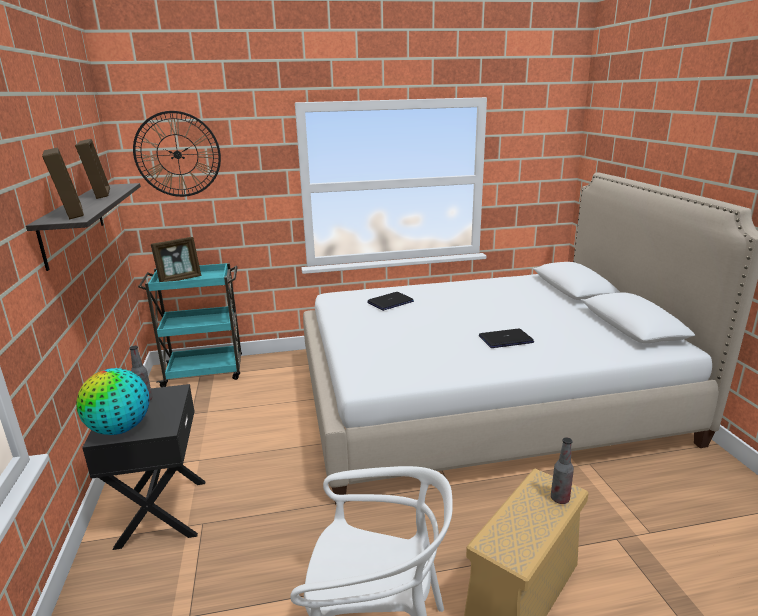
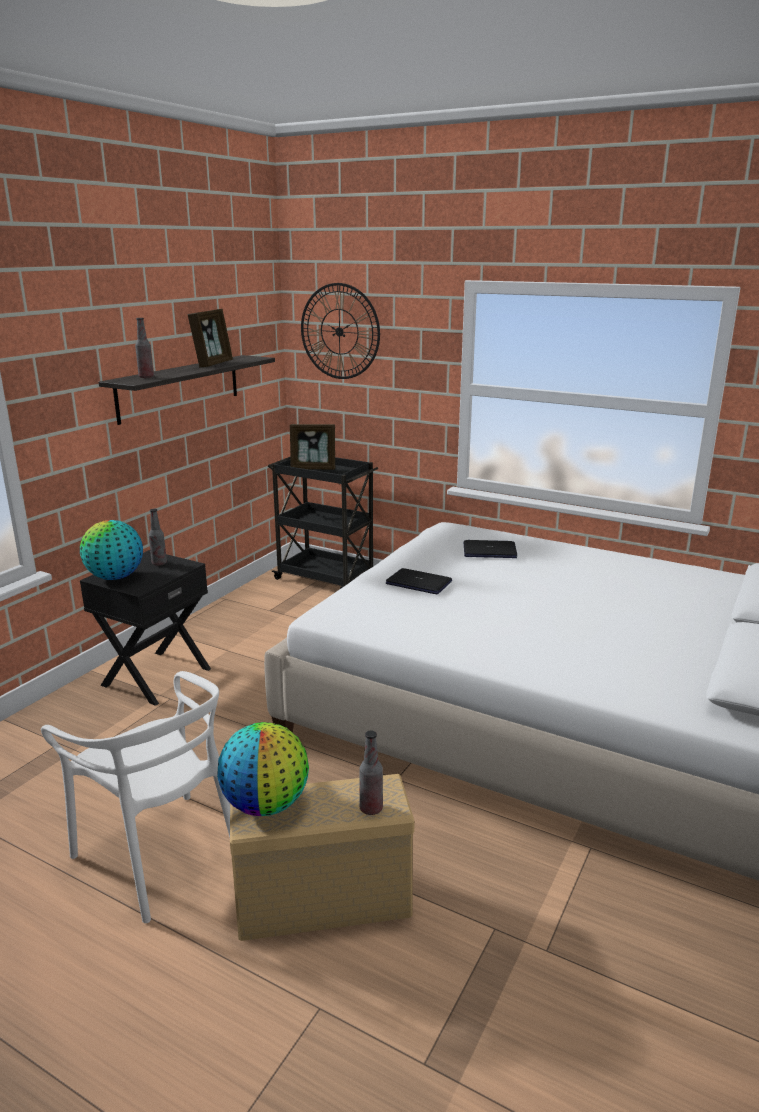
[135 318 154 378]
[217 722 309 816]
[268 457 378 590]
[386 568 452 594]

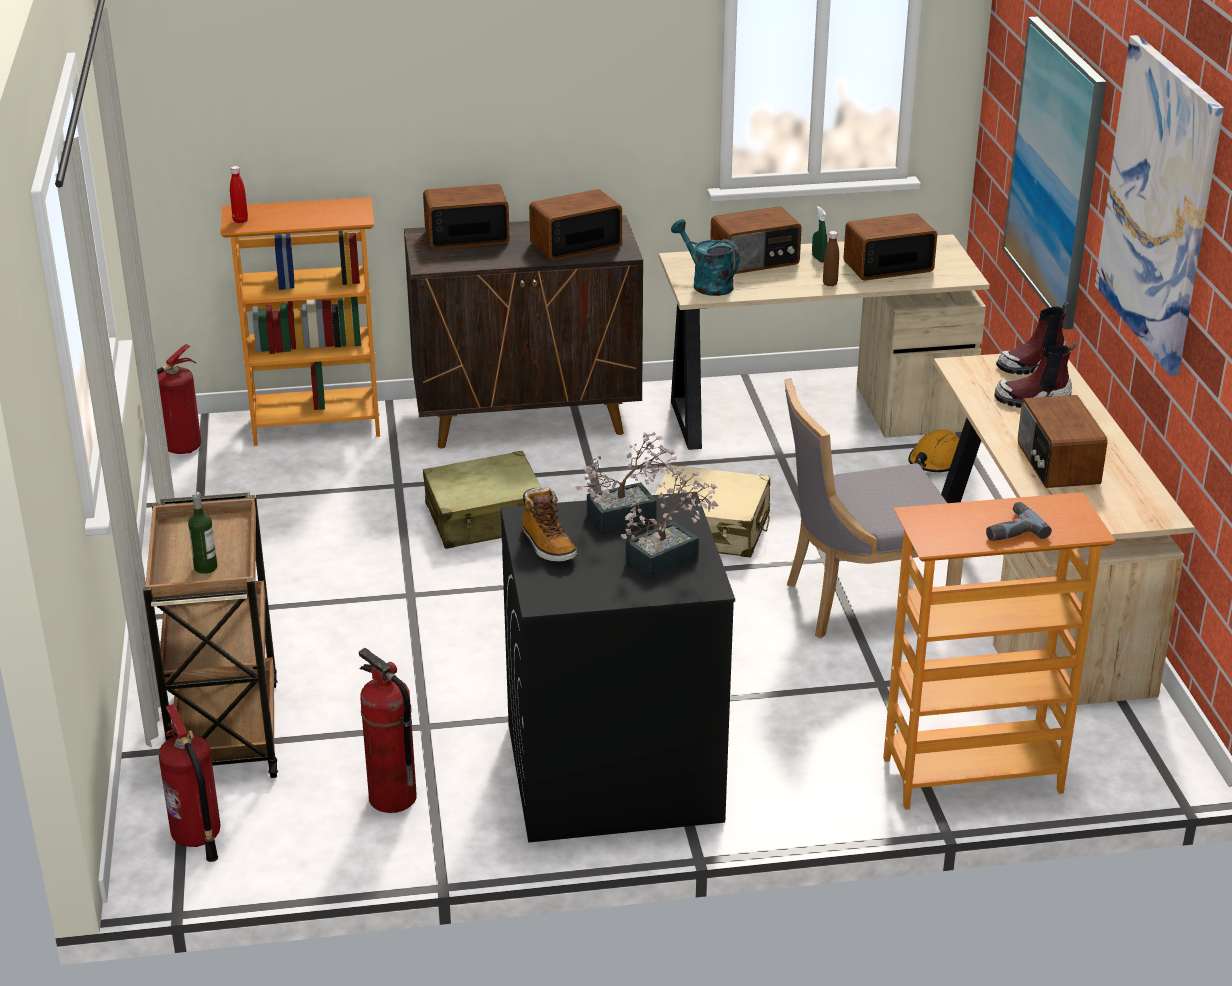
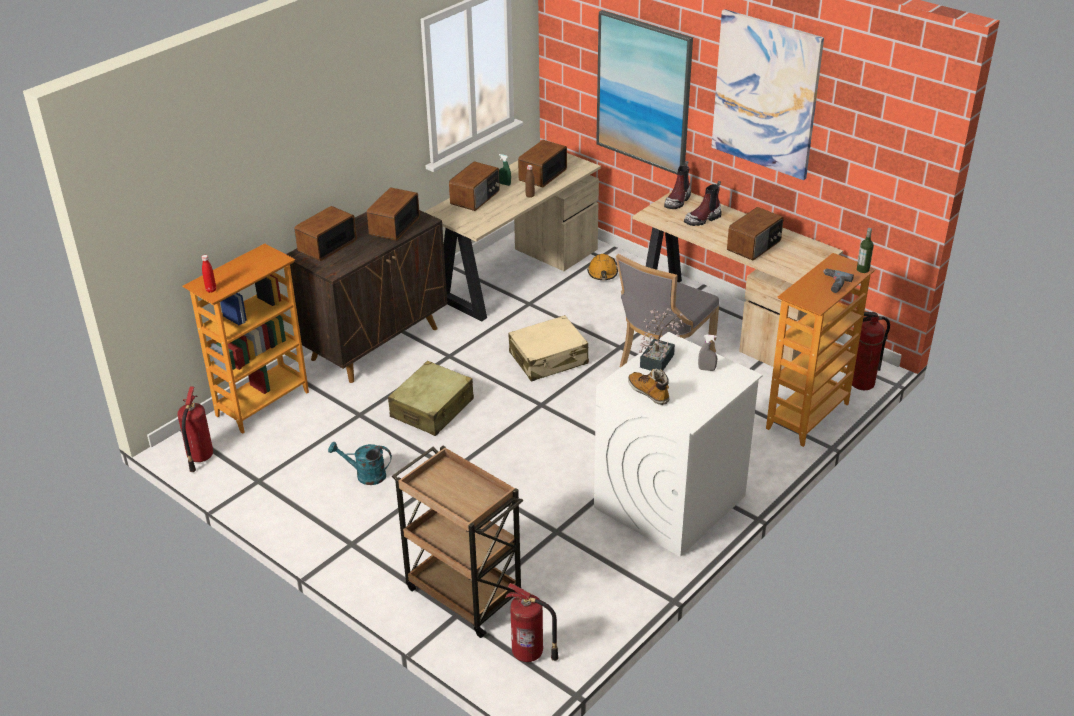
[328 441 392 485]
[594 332 763 557]
[628 369 669 405]
[698 335 717 371]
[727 207 784 261]
[852 311 890 390]
[857 228 874 273]

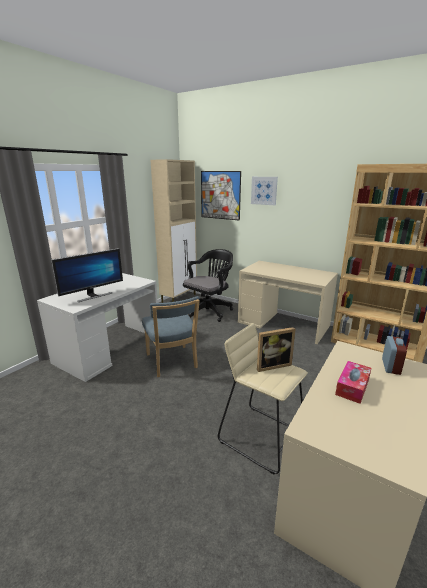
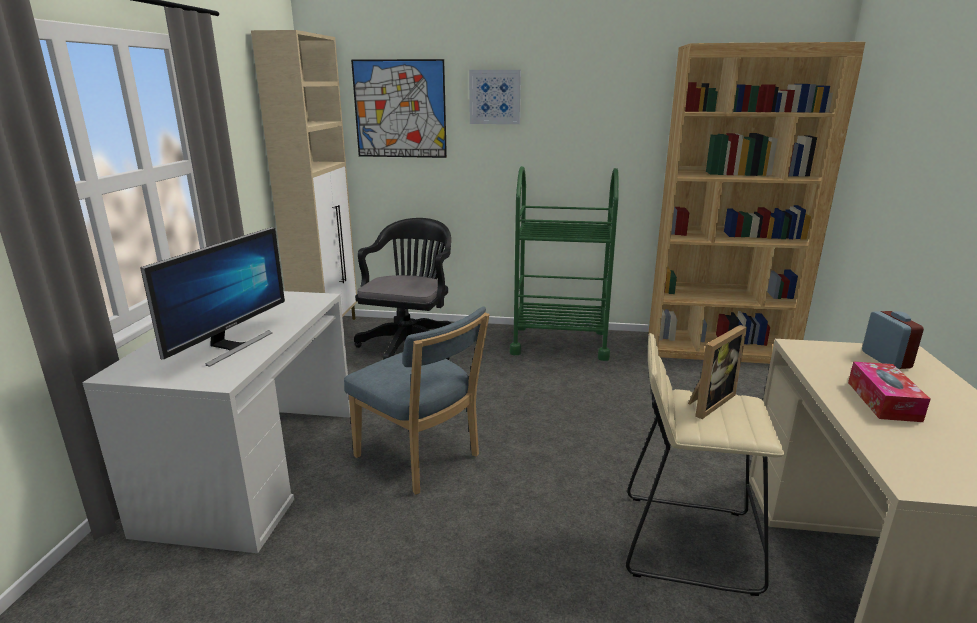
[510 166 619 361]

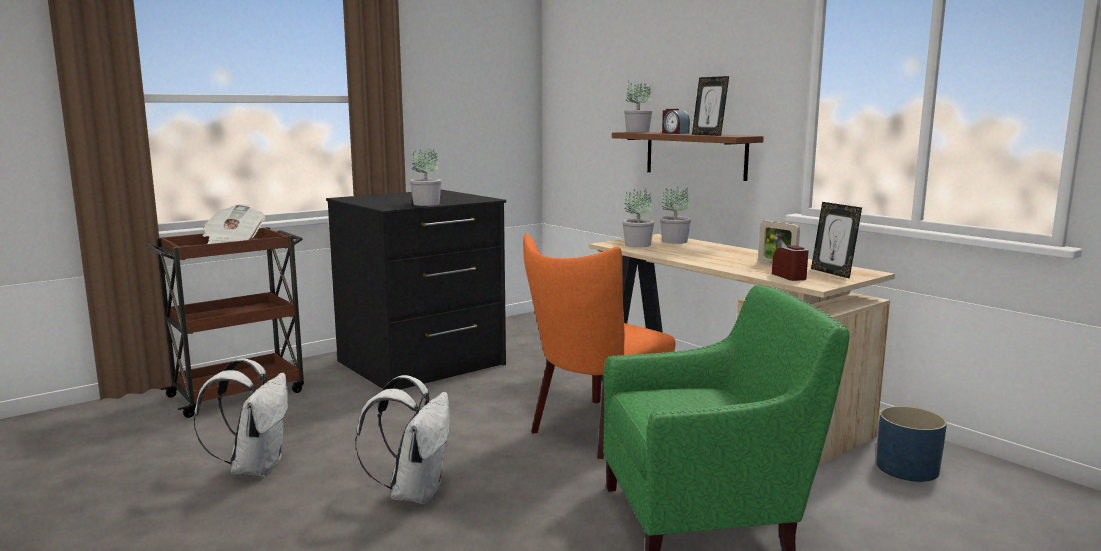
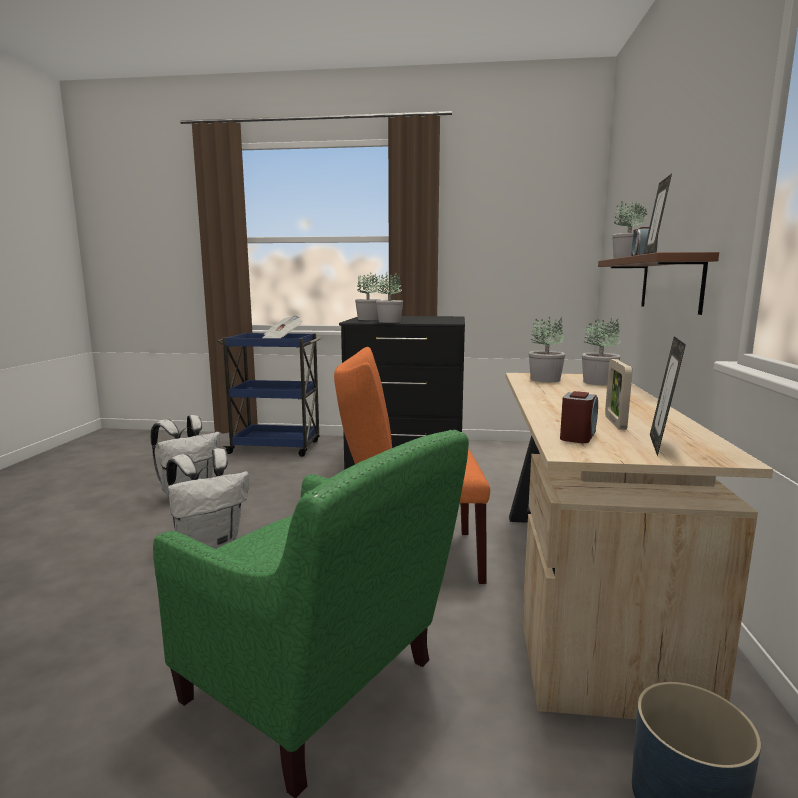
[217 333 323 457]
[355 273 380 320]

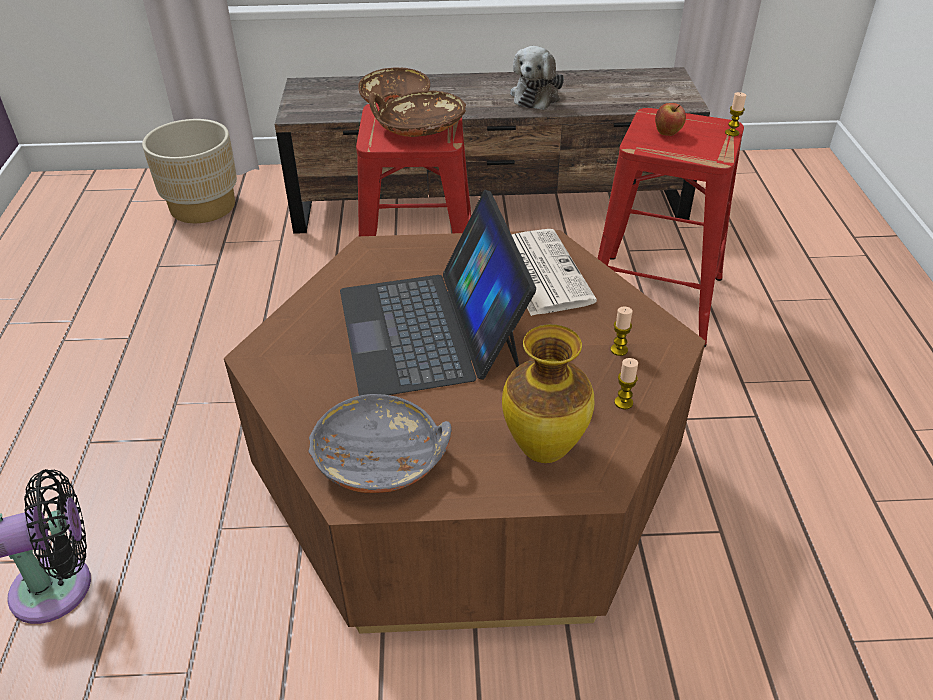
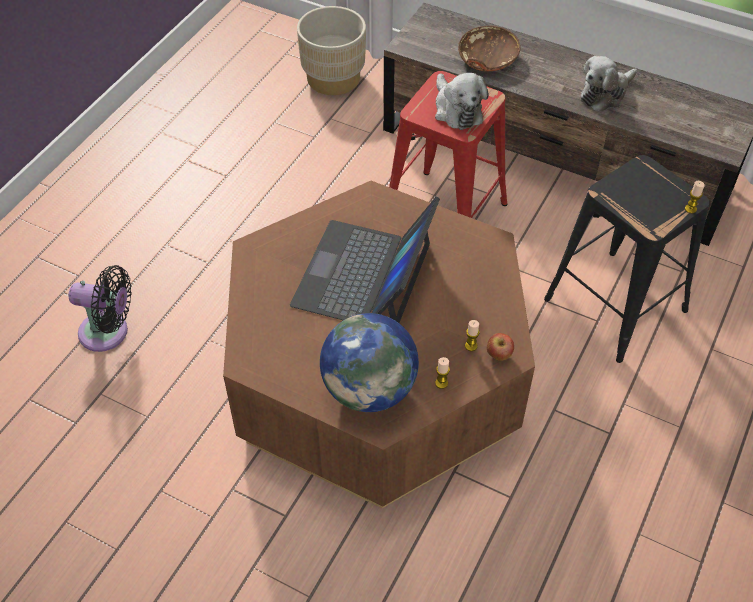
[320 313 419 412]
[435 73 489 130]
[487 333 514 361]
[544 155 710 363]
[309 394 452 493] (first image)
[511 229 597 316] (first image)

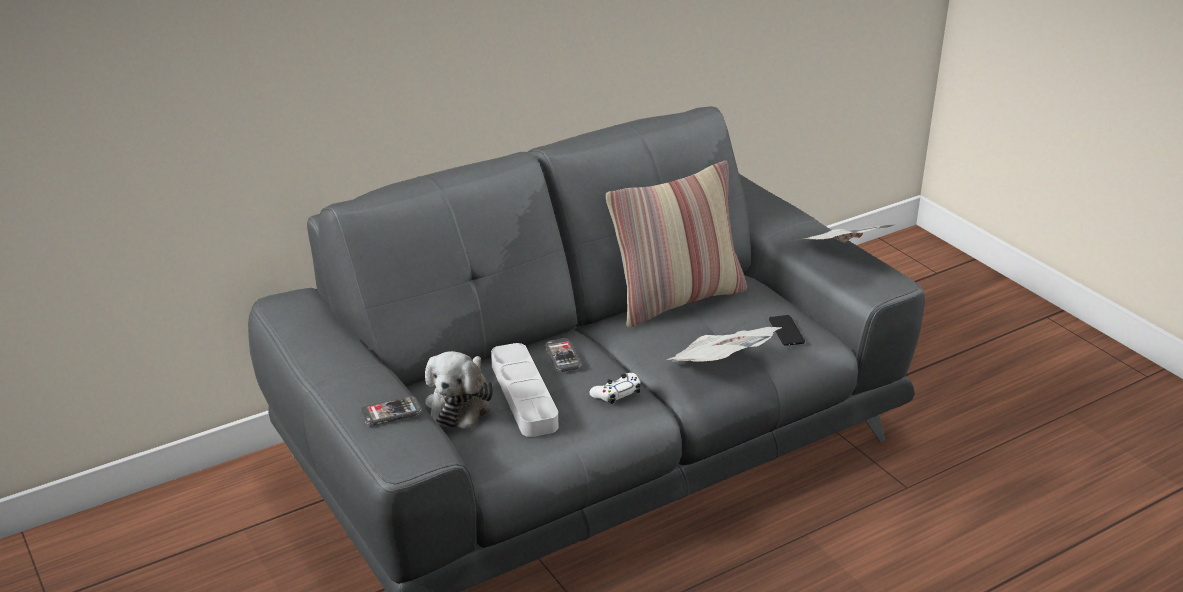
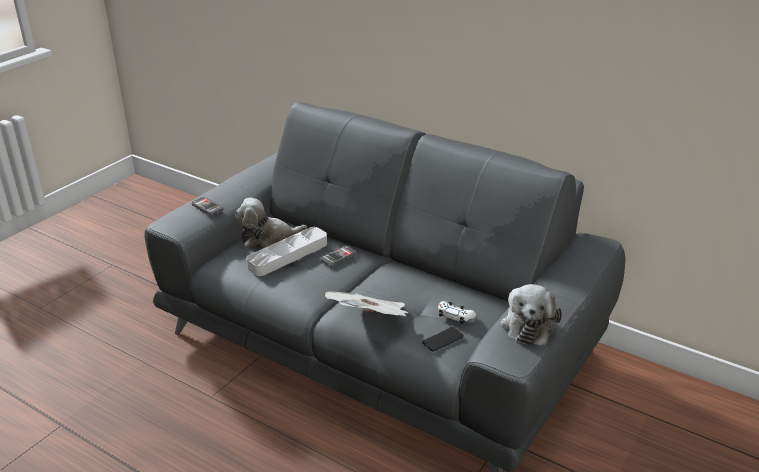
[438 301 476 324]
[500 284 562 346]
[606 160 747 328] (first image)

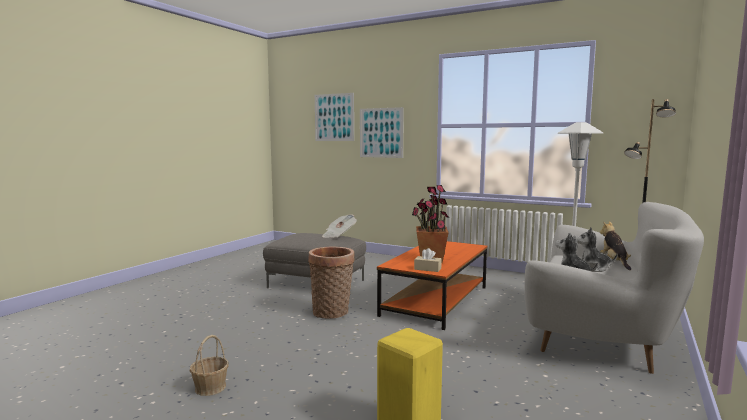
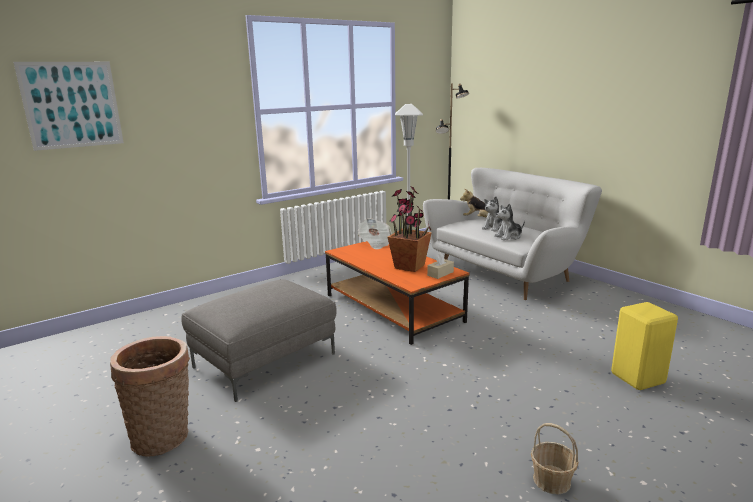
[110 336 190 457]
[358 218 392 249]
[360 107 404 158] (first image)

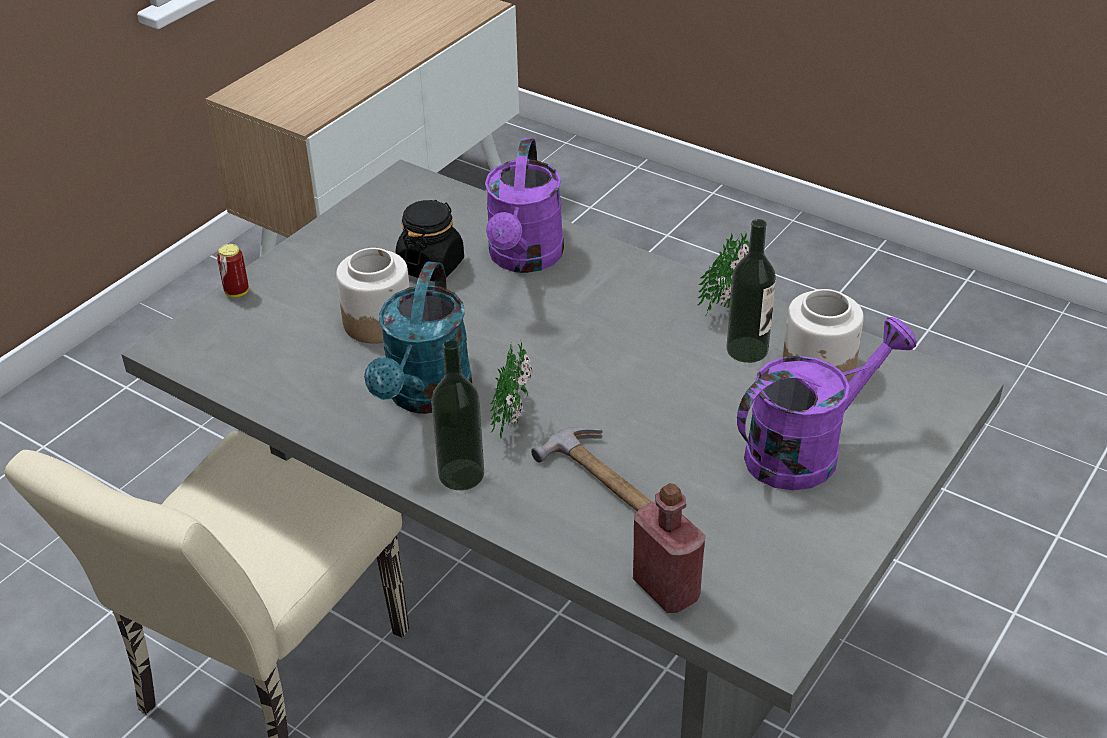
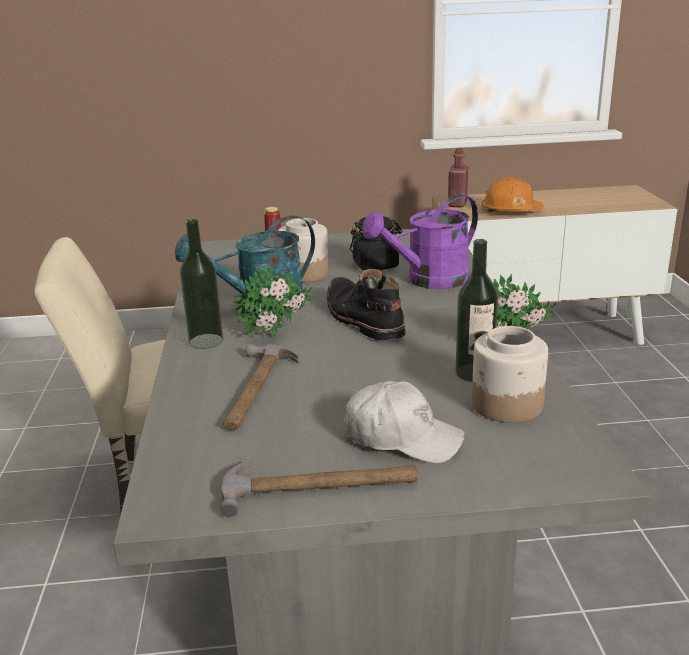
[220 459 418 517]
[327 269 406 340]
[345 381 465 464]
[448 148 468 208]
[481 177 544 212]

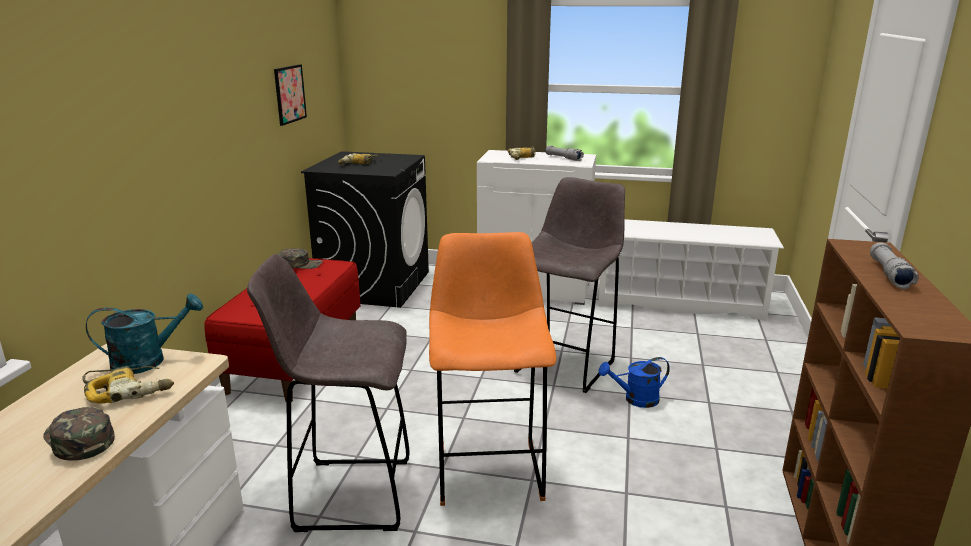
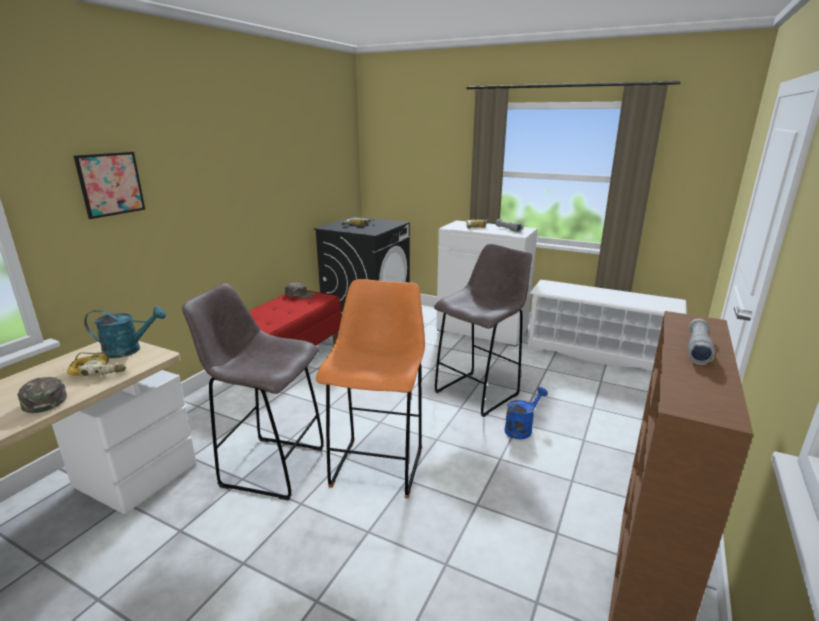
[74 152 145 219]
[504 387 548 439]

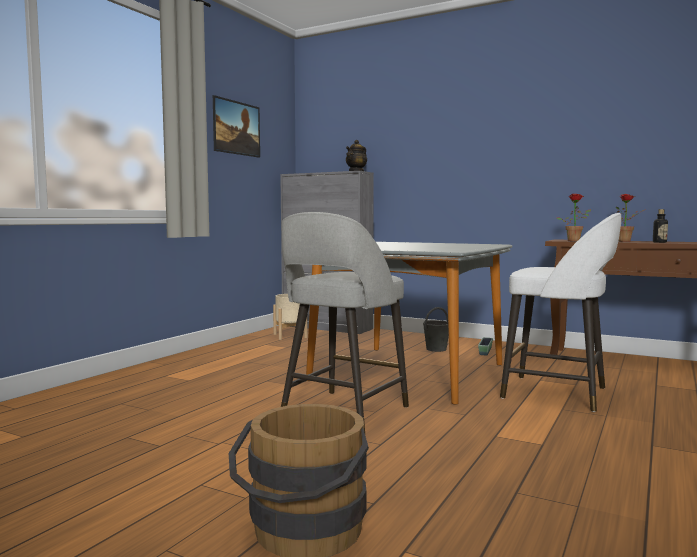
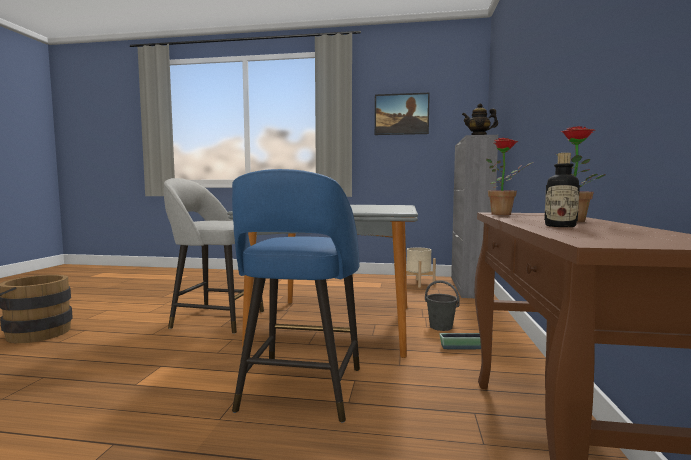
[232 169 360 422]

